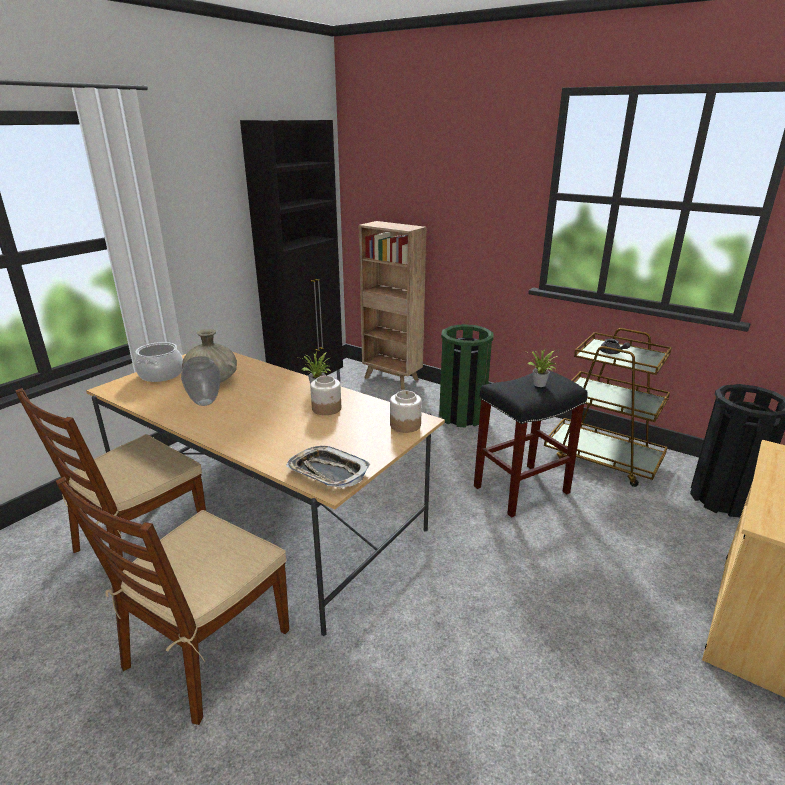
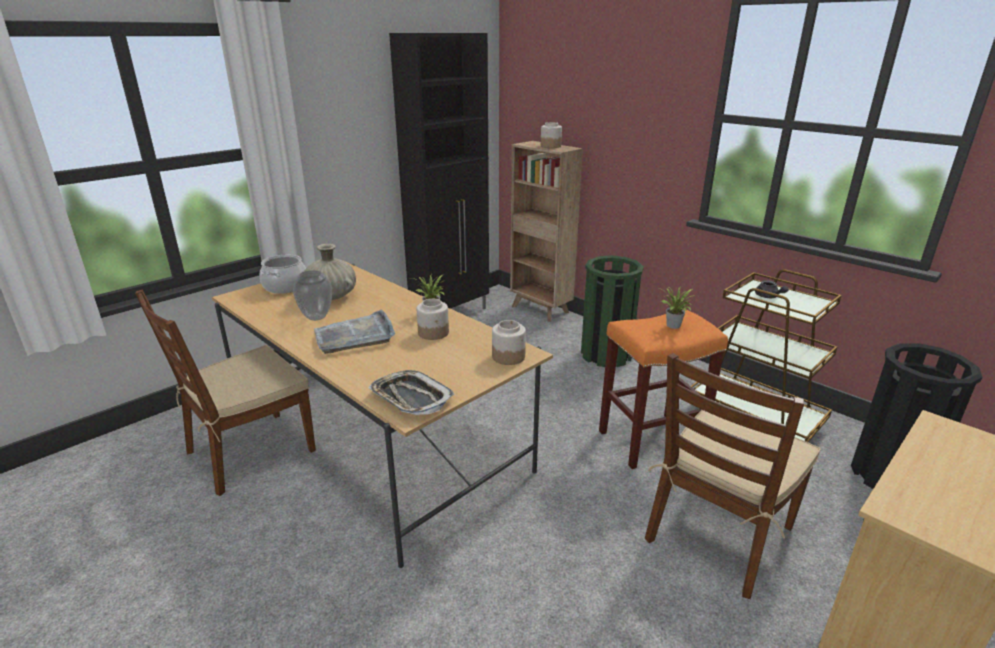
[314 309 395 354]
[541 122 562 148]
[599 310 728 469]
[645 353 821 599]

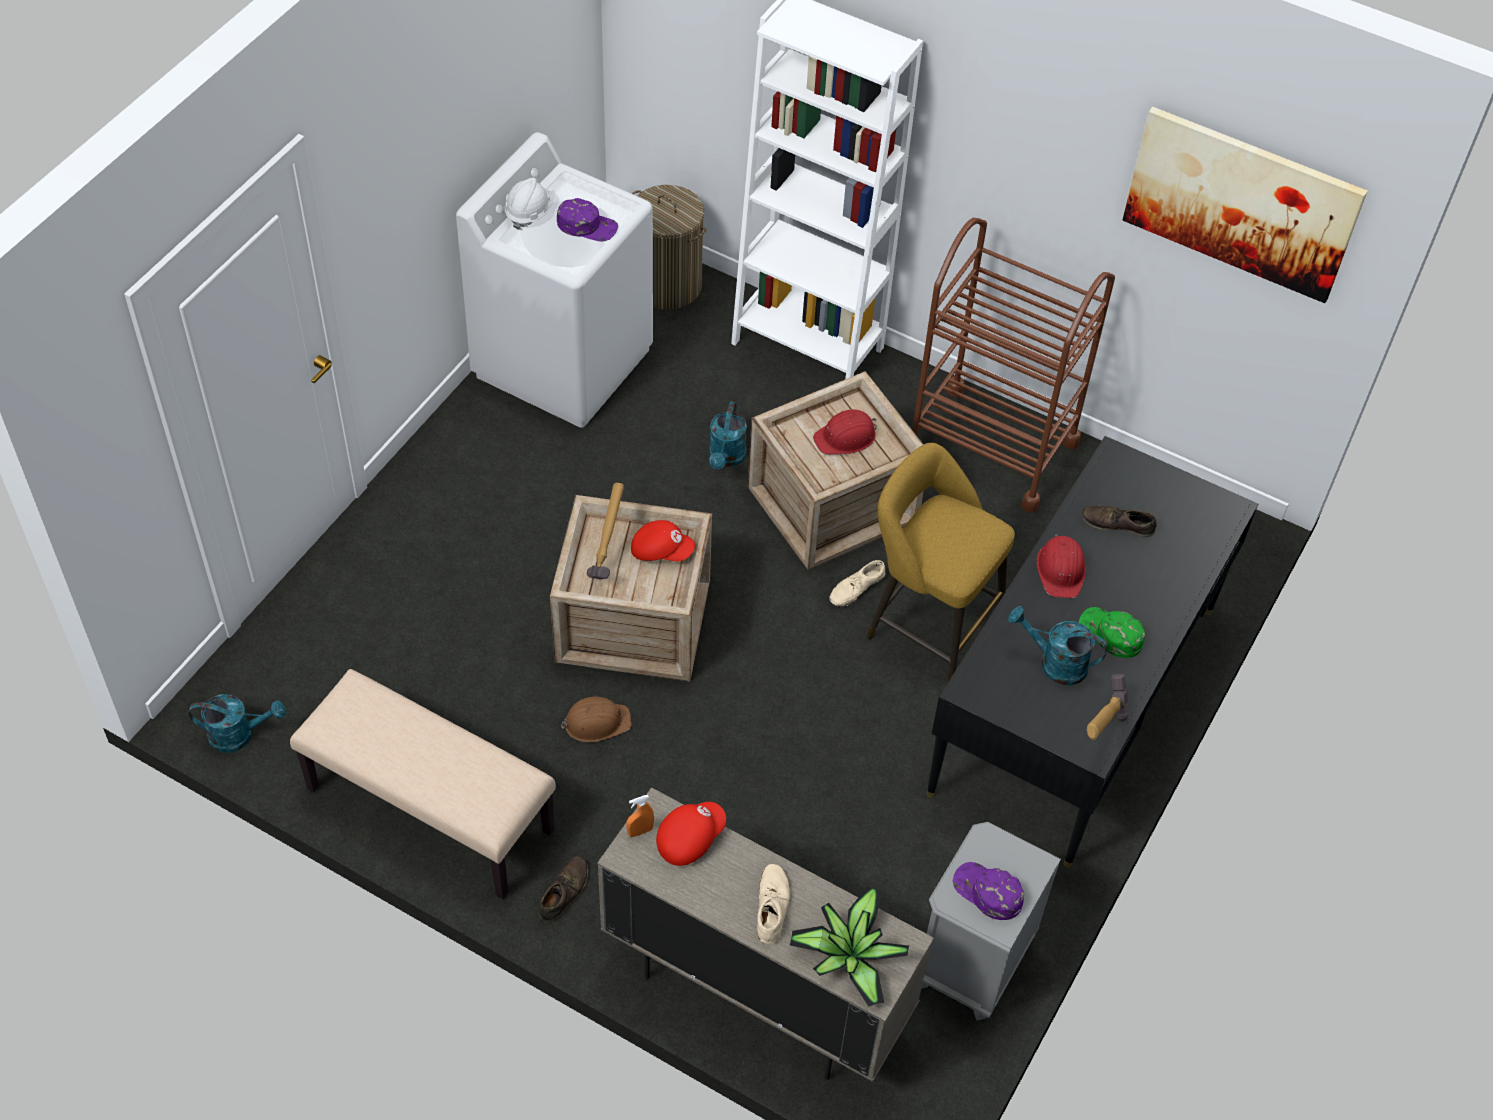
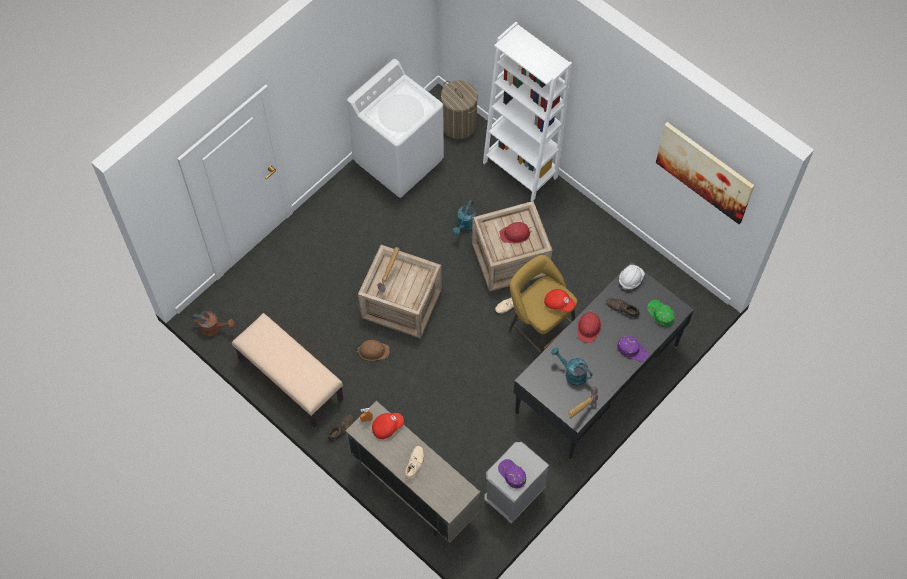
[192 311 234 337]
[544 289 575 312]
[617 336 649 362]
[619 265 645 290]
[647 300 674 327]
[790 887 909 1006] (first image)
[912 218 1115 513] (first image)

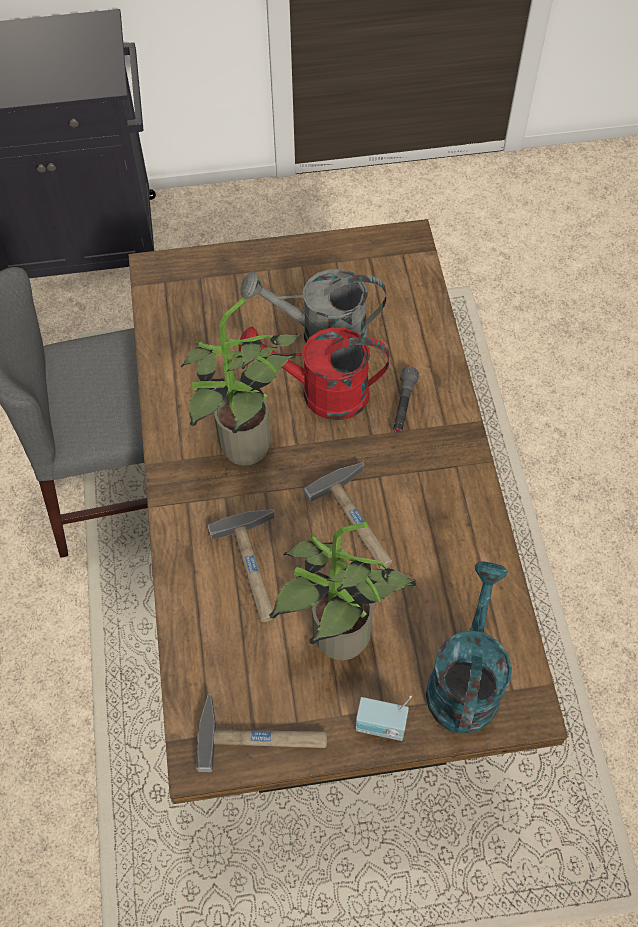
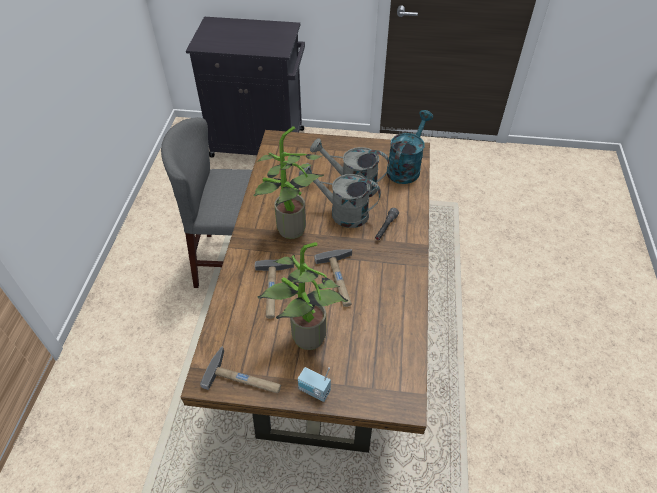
[299 163 381 228]
[387 110 433 184]

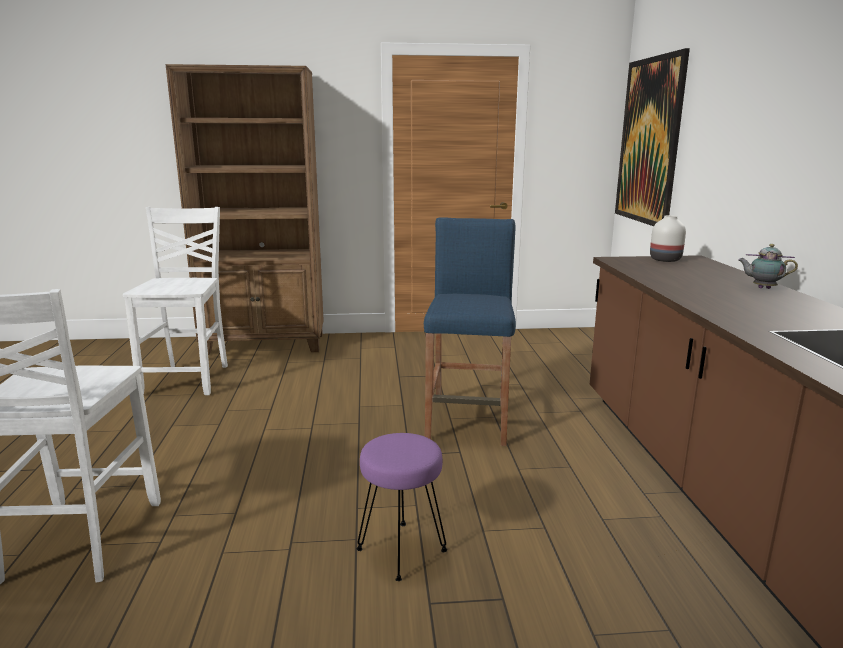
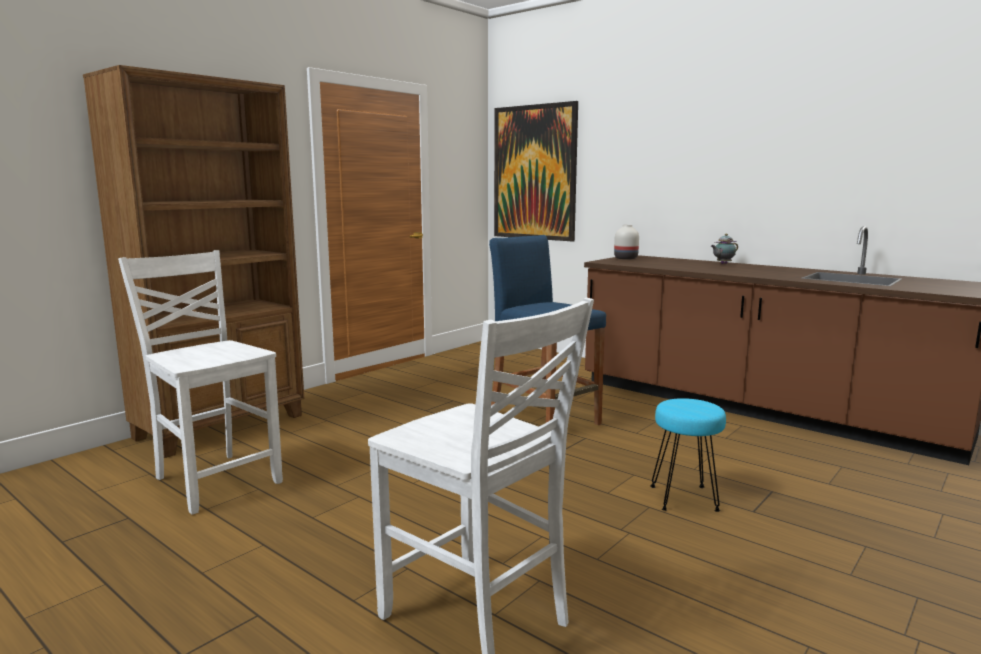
[650 398 726 512]

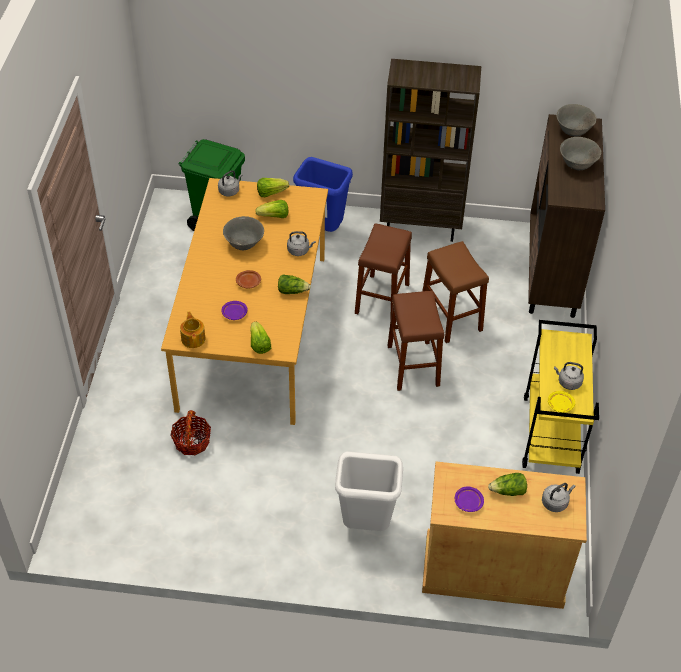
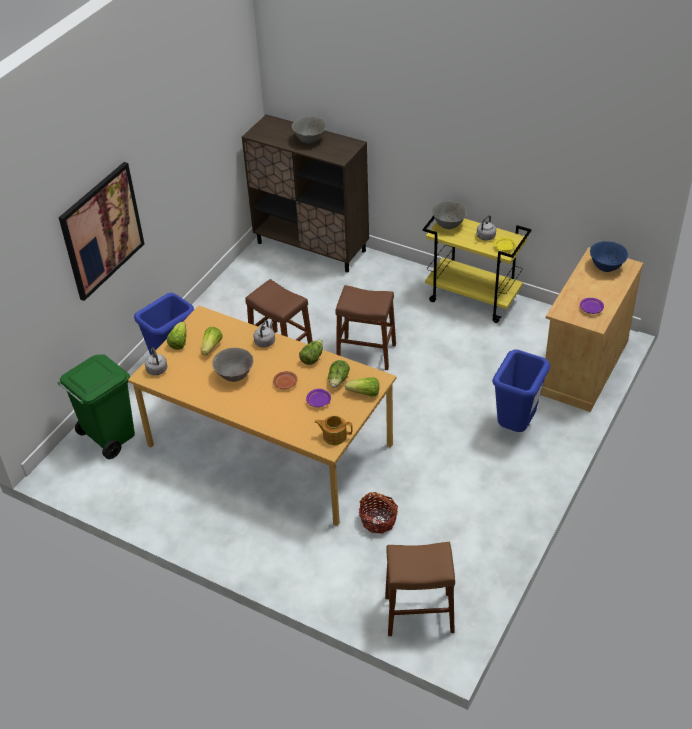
[59 162 145 301]
[328 360 350 388]
[385 542 455 636]
[432 201 467 229]
[492 350 550 432]
[590 241 628 272]
[380 59 481 242] (first image)

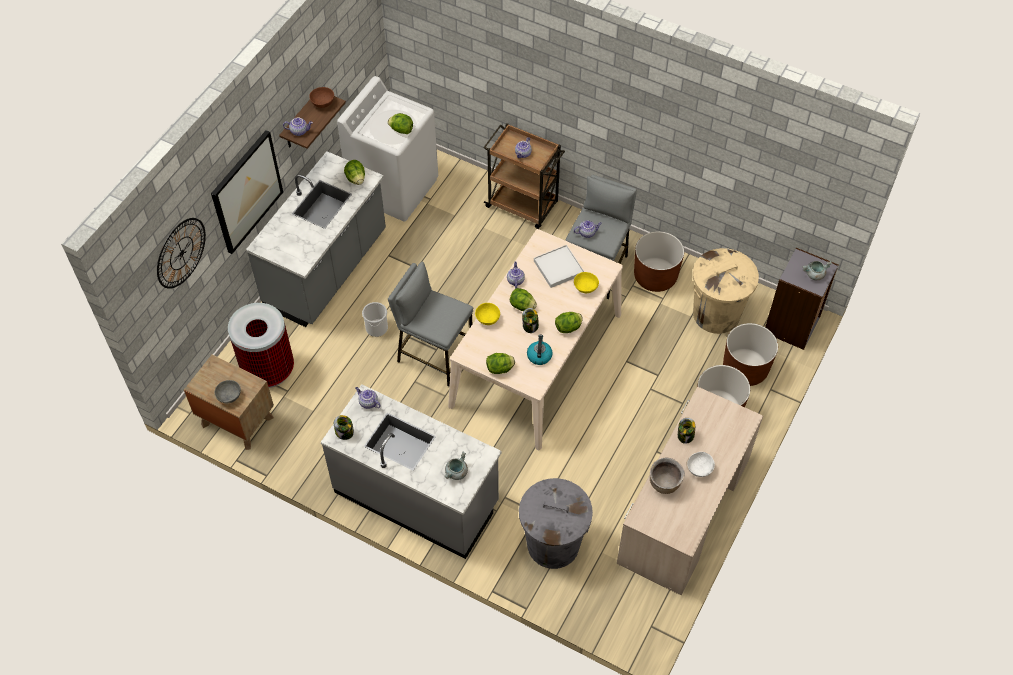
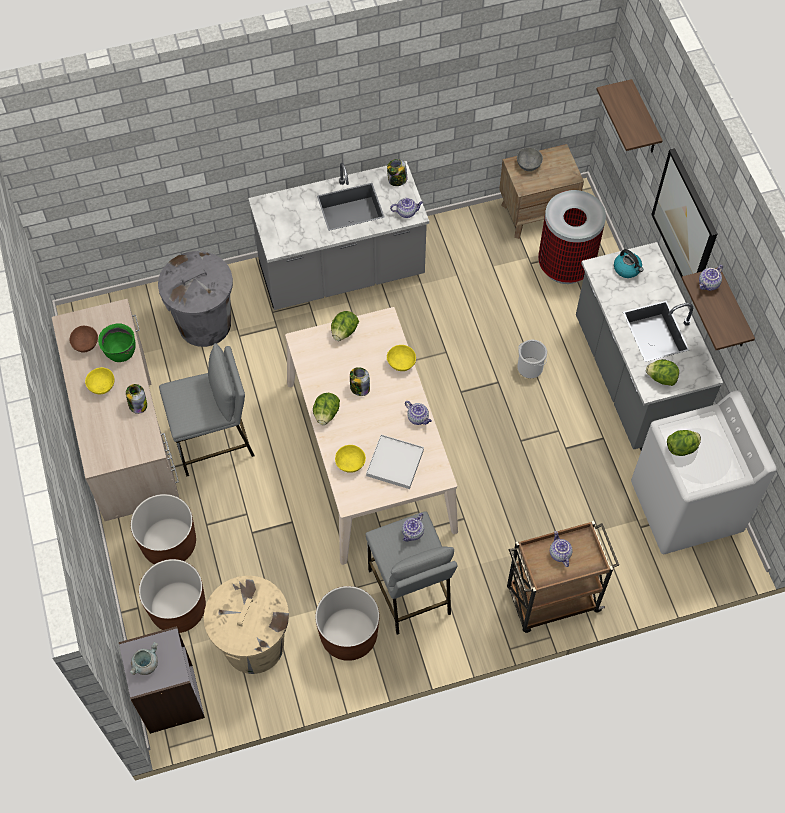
[70 326 98 353]
[85 367 114 395]
[98 323 136 362]
[159 343 255 477]
[596 79 663 152]
[614 249 643 278]
[444 452 468 480] (first image)
[510 288 537 311] (first image)

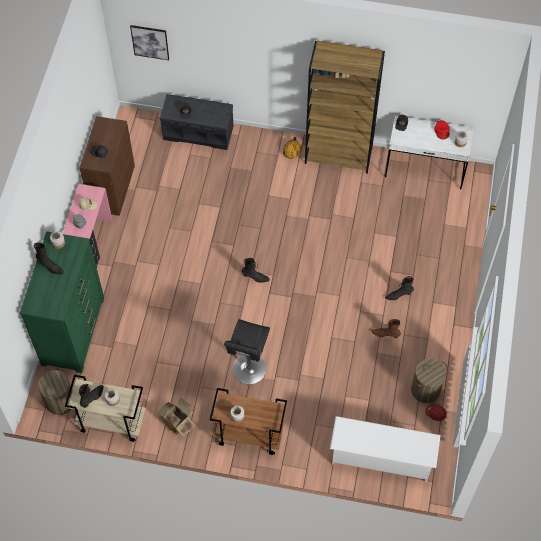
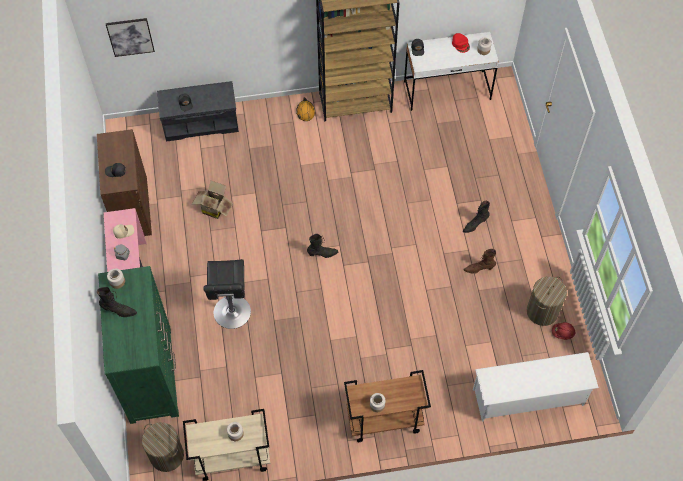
[192 181 233 219]
[203 259 251 329]
[79 383 104 408] (first image)

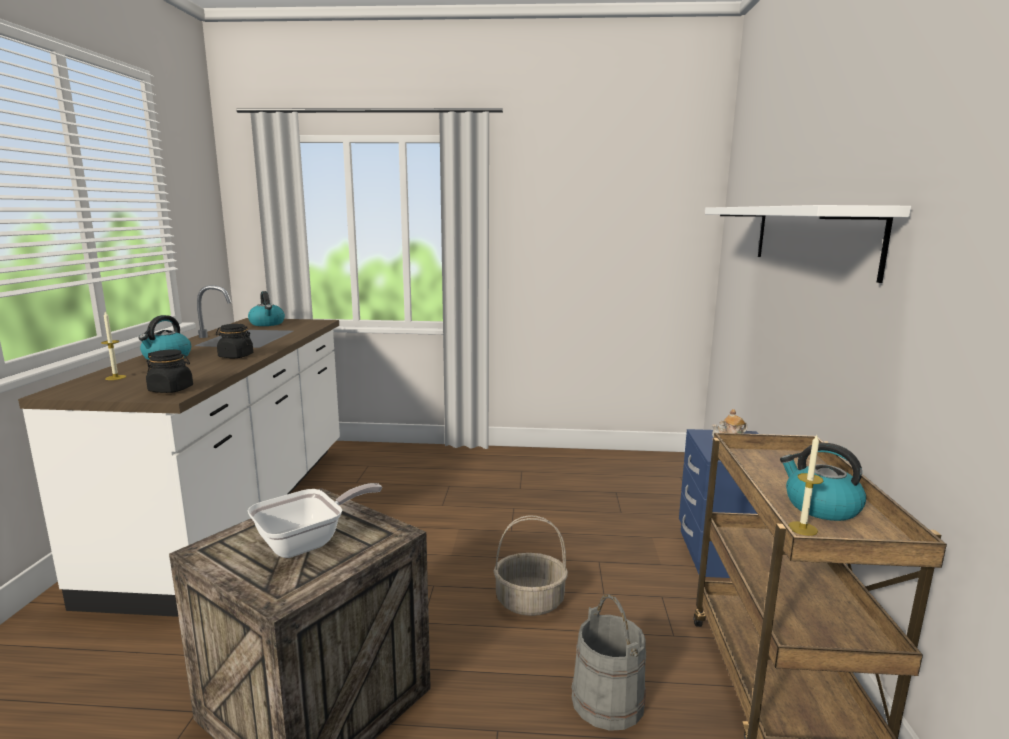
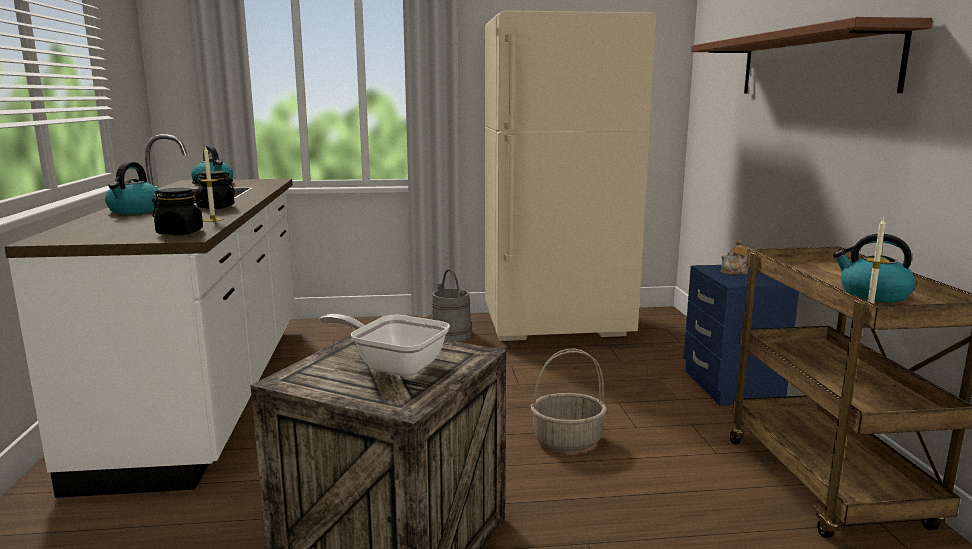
[200 145 223 222]
[320 314 450 377]
[431 269 472 342]
[485 10 656 341]
[691 17 932 94]

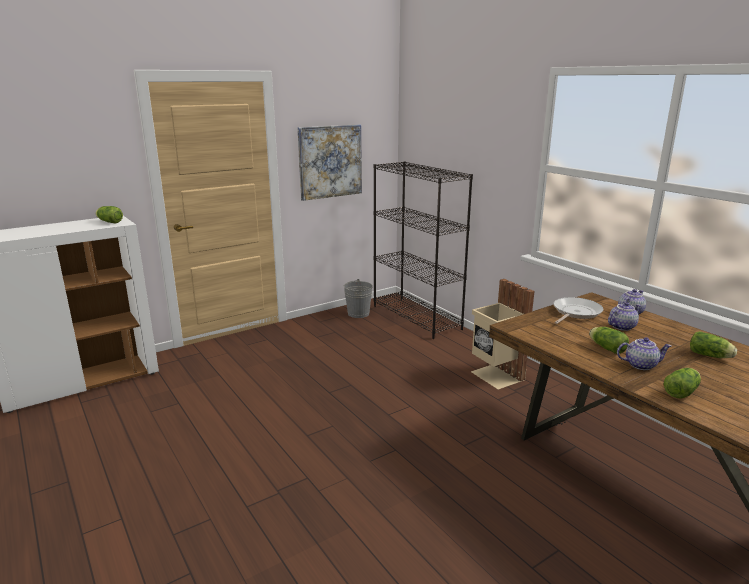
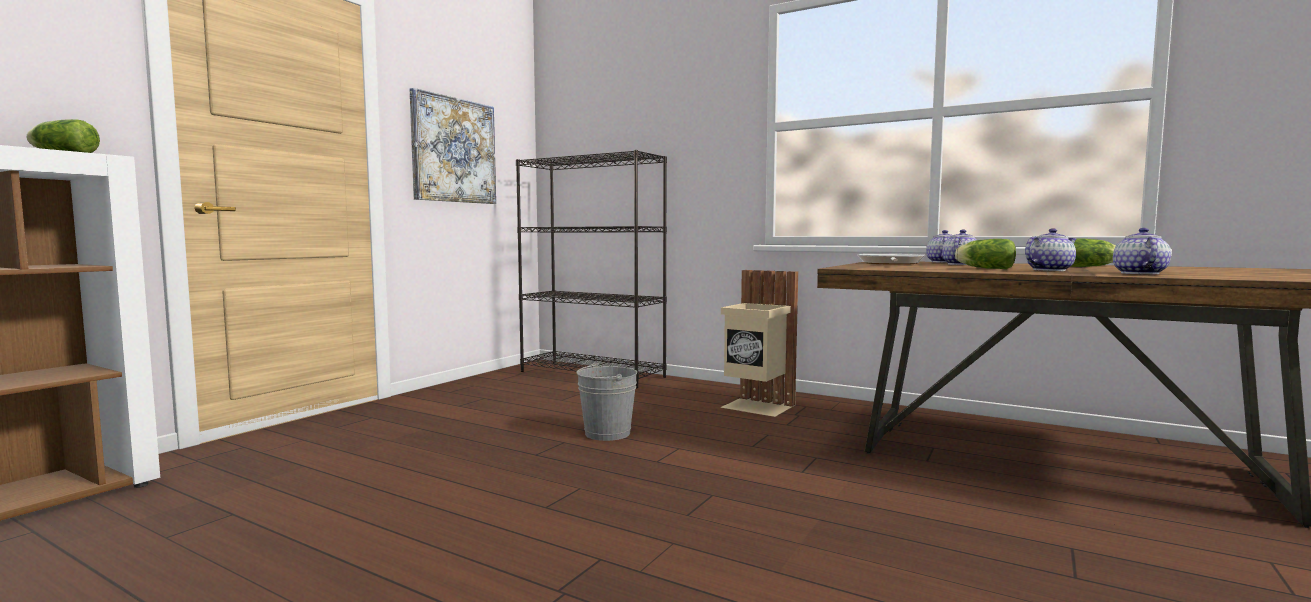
[576 362 637 441]
[1113 228 1171 274]

